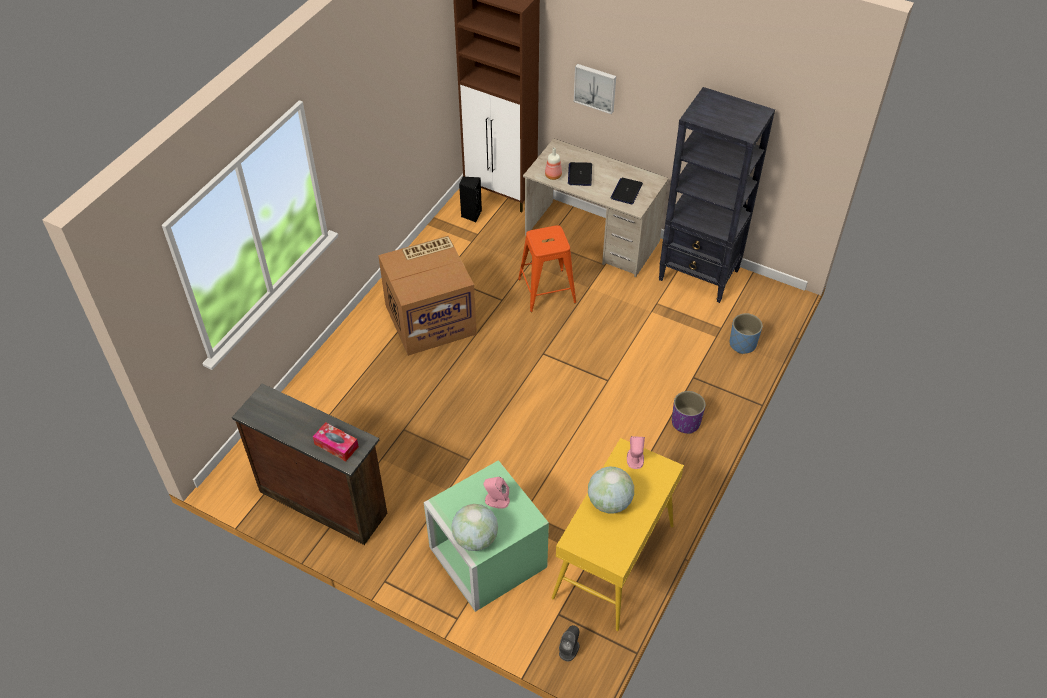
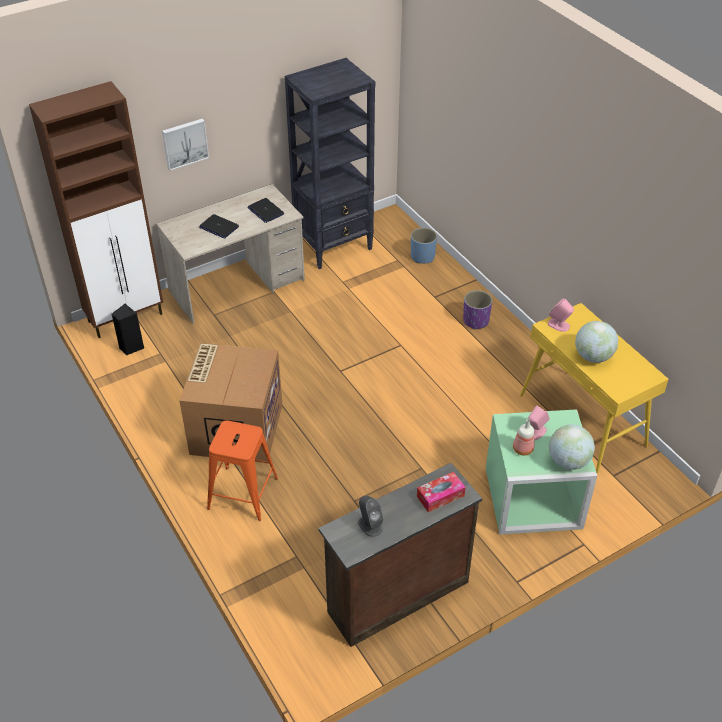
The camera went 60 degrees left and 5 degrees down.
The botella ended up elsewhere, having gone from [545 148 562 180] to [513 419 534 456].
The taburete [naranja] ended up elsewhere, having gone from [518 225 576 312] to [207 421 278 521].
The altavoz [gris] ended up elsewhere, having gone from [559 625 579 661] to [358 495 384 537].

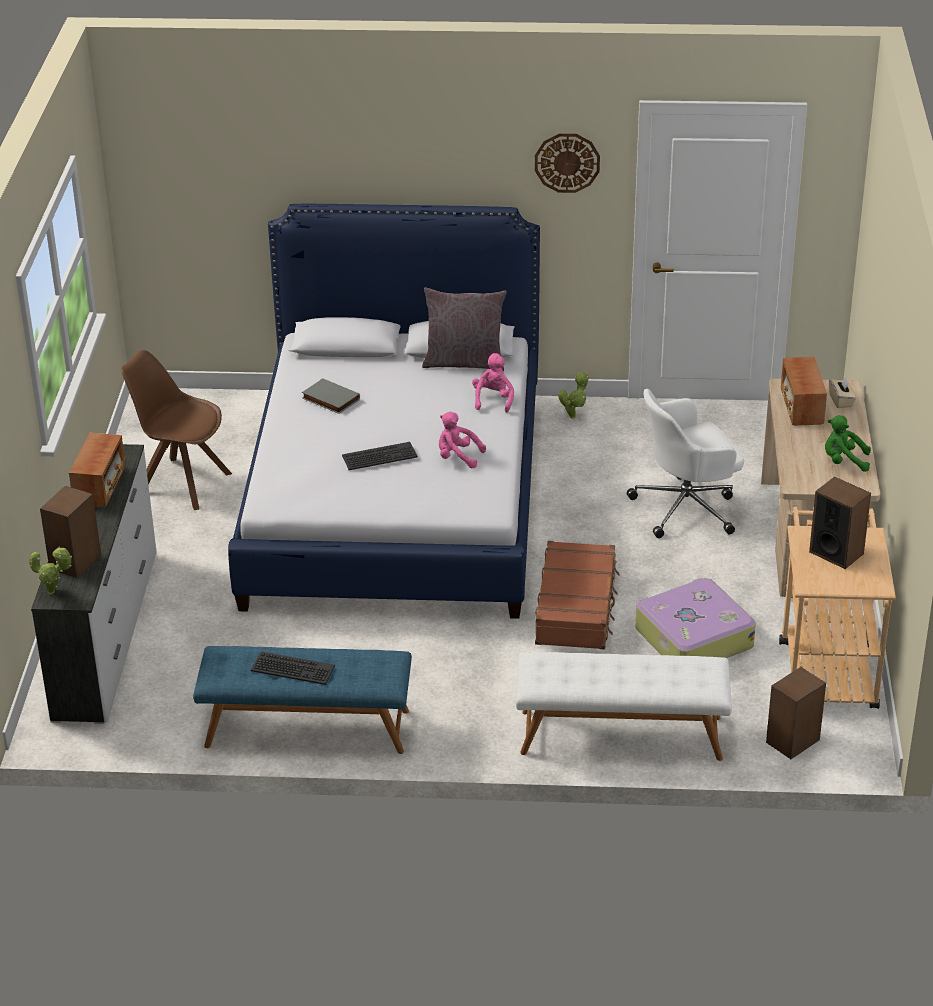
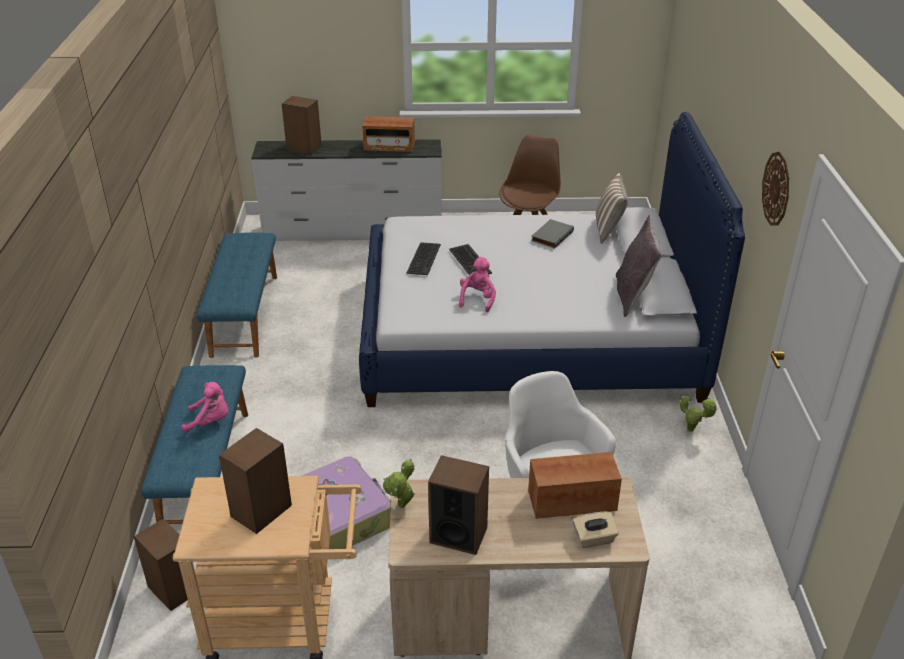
The camera went 85 degrees right and 0 degrees up.
The peluche [rosa] ended up elsewhere, having gone from [472 353 514 413] to [182 382 228 433].
Where the peluche [verde] stood at [825 415 871 472], the altavoz came to stand at [428 455 489 555].
The second view lost the maleta [marrón] at [535 541 620 649].
The planta en maceta ended up elsewhere, having gone from [29 546 72 594] to [383 459 416 508].
The teclado ended up elsewhere, having gone from [251 651 335 685] to [407 242 441 275].
What was the banco [blanco] at [516 652 732 761] turned into the banco [azul] at [141 365 248 524].
The second view gained the cojín at [596 173 628 244].

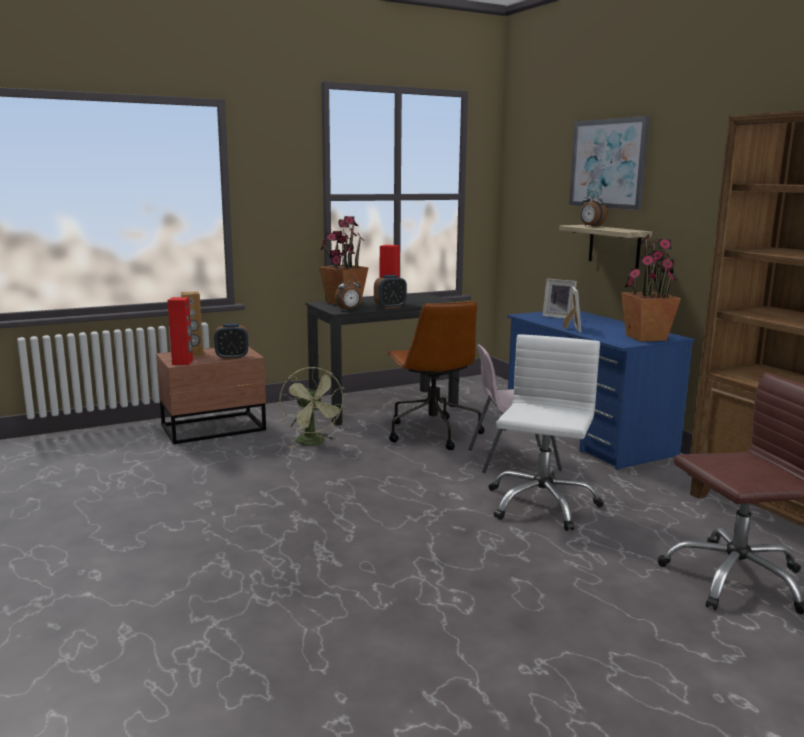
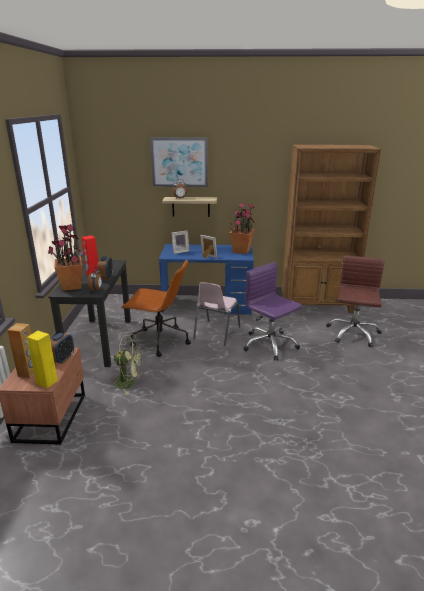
The camera went 60 degrees left and 10 degrees up.
What was the altavoz [rojo] at [168 297 193 365] turned into the altavoz [amarillo] at [27 331 58 388].
What was the silla de oficina [blanco] at [489 334 604 531] turned into the silla de oficina [morado] at [243 262 302 361].

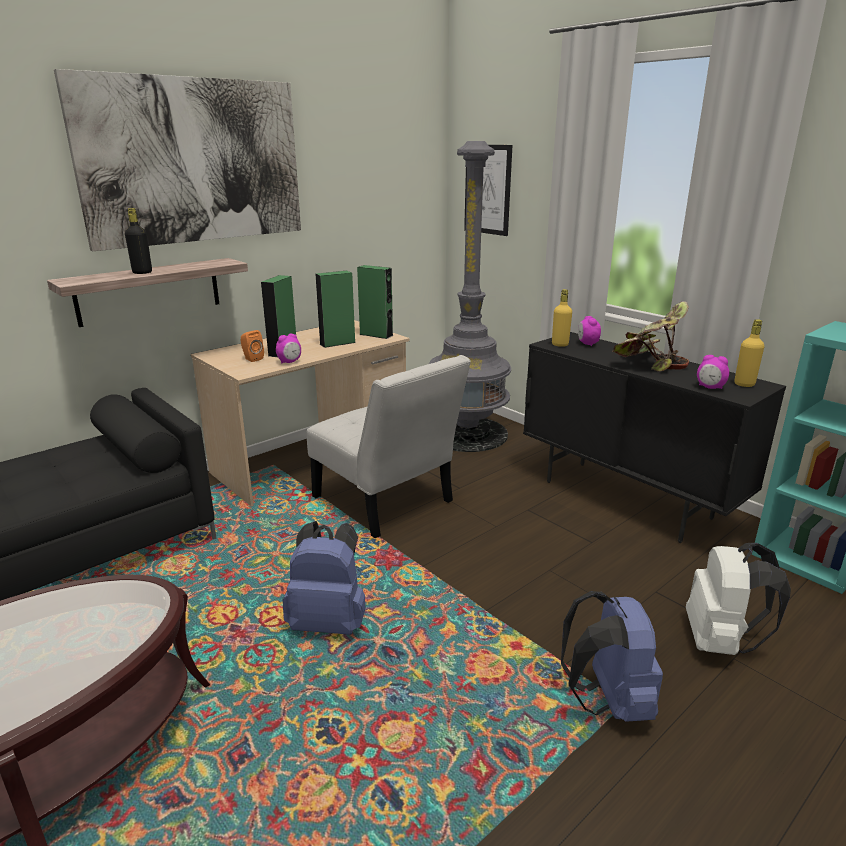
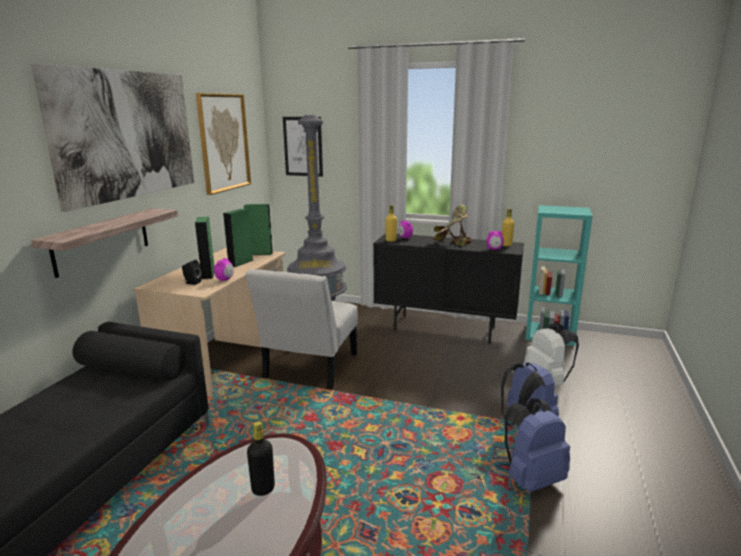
The camera went 30 degrees left and 5 degrees down.
The botella [negro] ended up elsewhere, having gone from [125 208 152 274] to [247 422 275 496].
What was the altavoz [naranja] at [241 330 264 362] turned into the altavoz [negro] at [182 260 202 285].
The silla [blanco] at [307 355 471 538] ended up facing another way, 90 degrees clockwise from before.
The mochila [azul] ended up elsewhere, having gone from [282 521 366 635] to [505 398 570 492].
The second view gained the cuadro at [196 93 251 195].

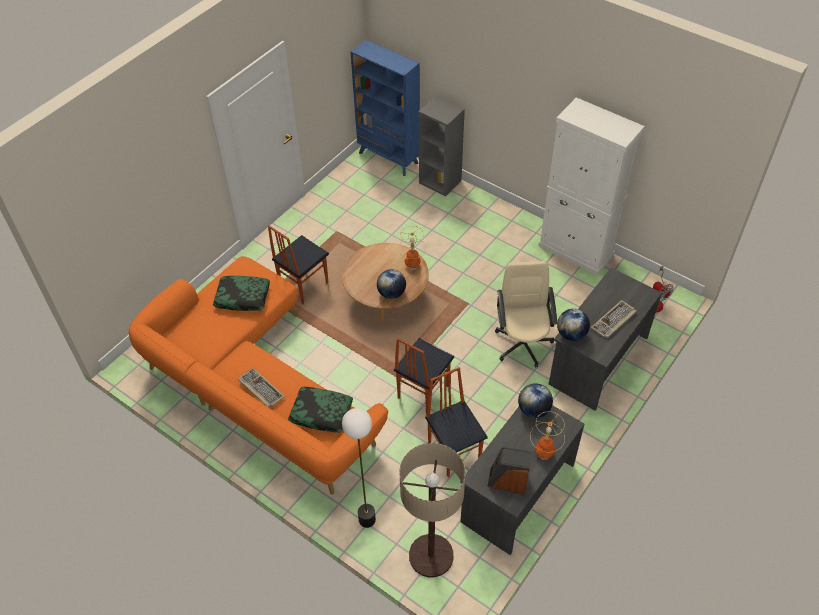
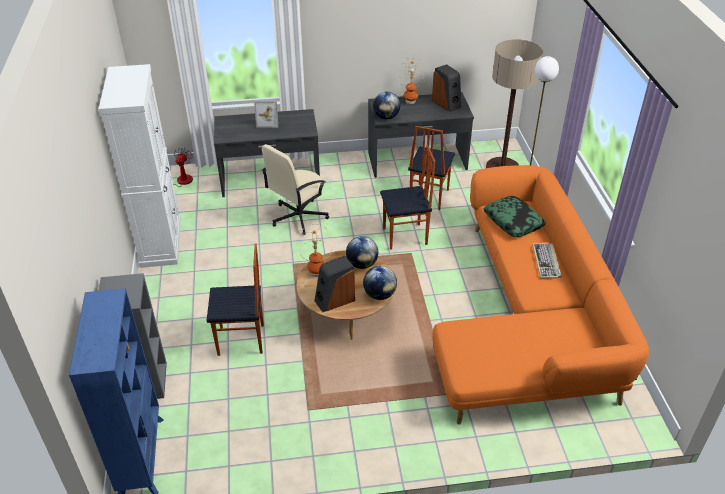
The camera went 135 degrees left and 10 degrees down.
The silla ended up elsewhere, having gone from [268 225 329 304] to [206 243 264 356].
The second view lost the cojín at [213 276 270 311].
Where the teclado stood at [591 300 637 338], the portarretratos came to stand at [254 101 278 128].
The globo terráqueo ended up elsewhere, having gone from [557 309 590 341] to [363 266 397 300].
The second view gained the altavoz at [314 256 355 312].

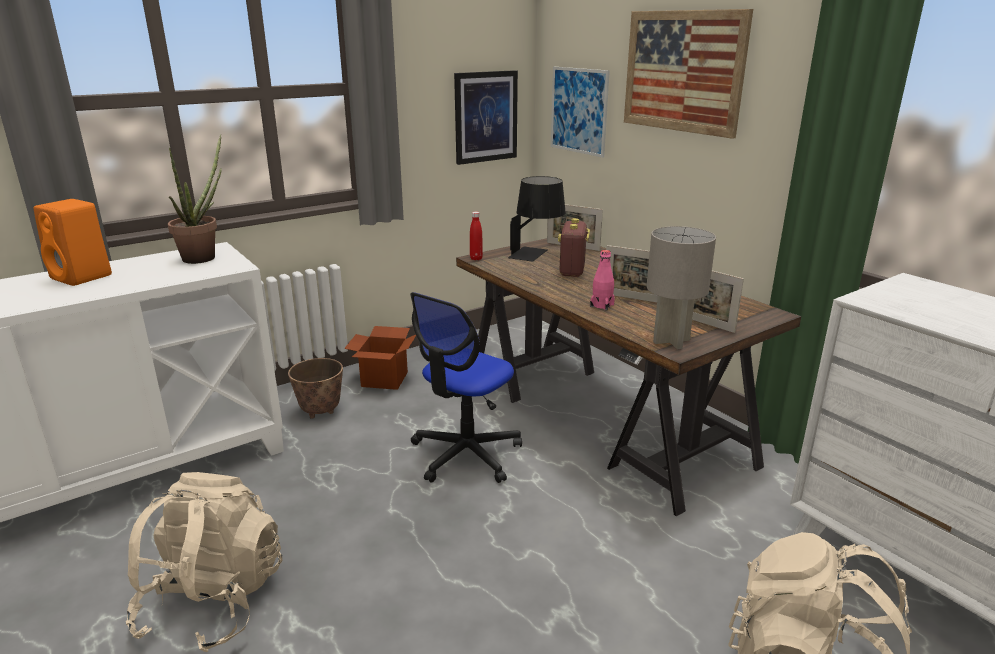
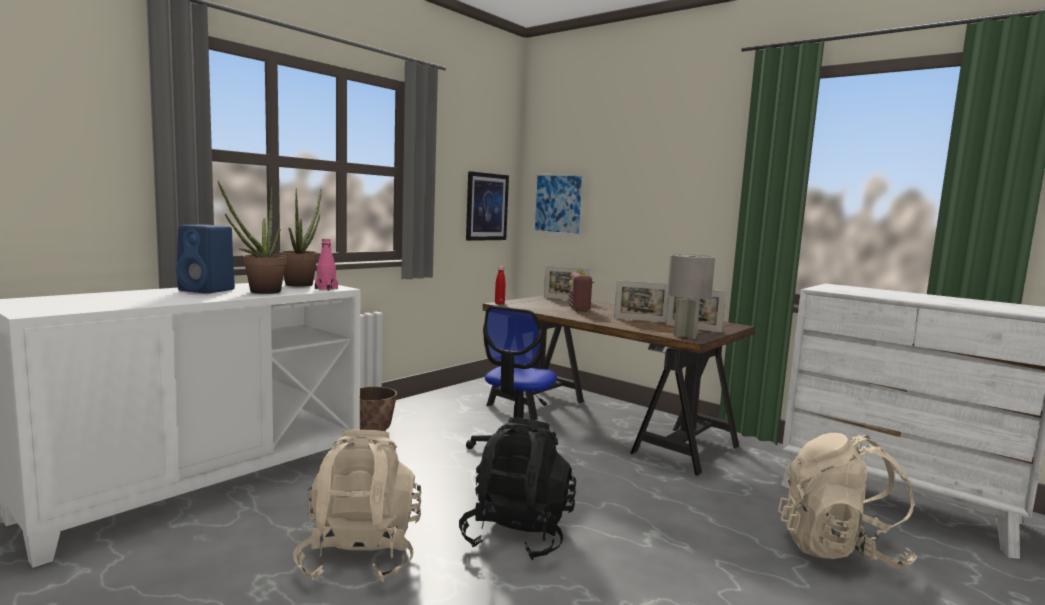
The camera went 15 degrees left and 15 degrees down.
The second view lost the cuadro at [624 9 753 139].
The second view lost the lámpara de mesa [negro] at [508 176 566 262].
What was the altavoz [naranja] at [34 199 112 286] turned into the altavoz [azul] at [176 224 235 294].
The botella [rosa] ended up elsewhere, having gone from [590 250 615 311] to [315 239 338 291].
The second view lost the caja de cartón at [344 326 416 390].
The second view gained the planta en maceta at [218 181 287 294].
The second view gained the mochila [negro] at [459 417 576 560].

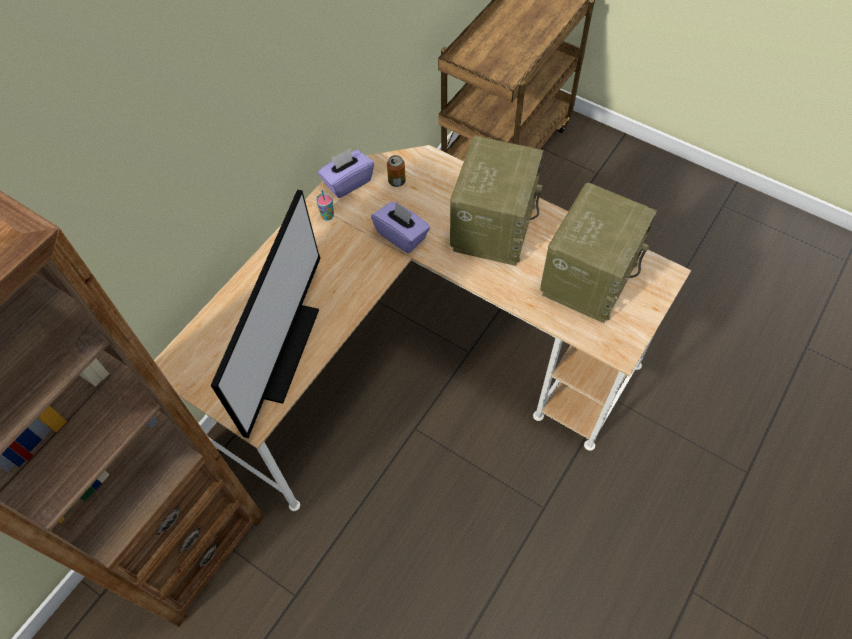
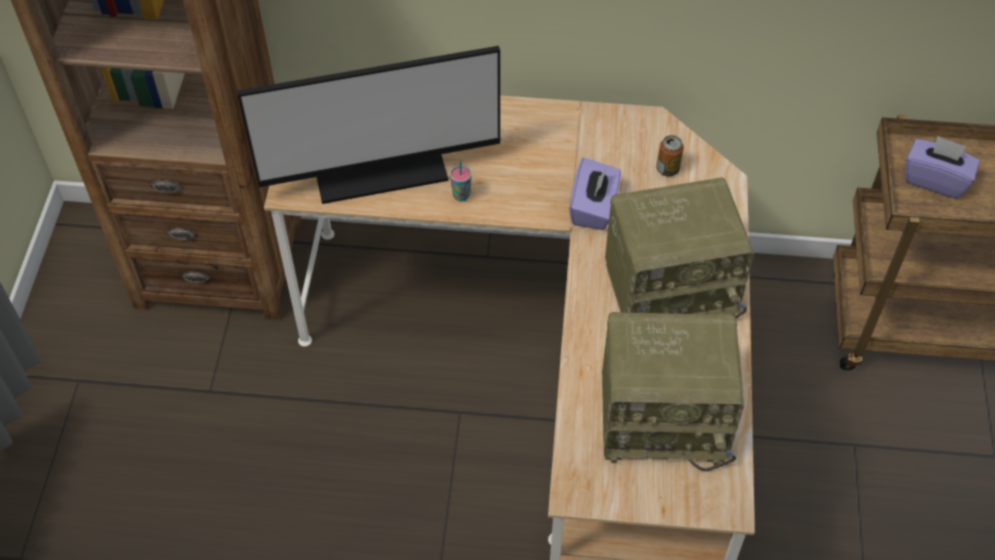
The camera went 60 degrees right and 5 degrees down.
The caja de pañuelos [morado] ended up elsewhere, having gone from [318 148 374 198] to [906 136 980 199].
The taza ended up elsewhere, having gone from [316 190 334 221] to [450 161 472 202].

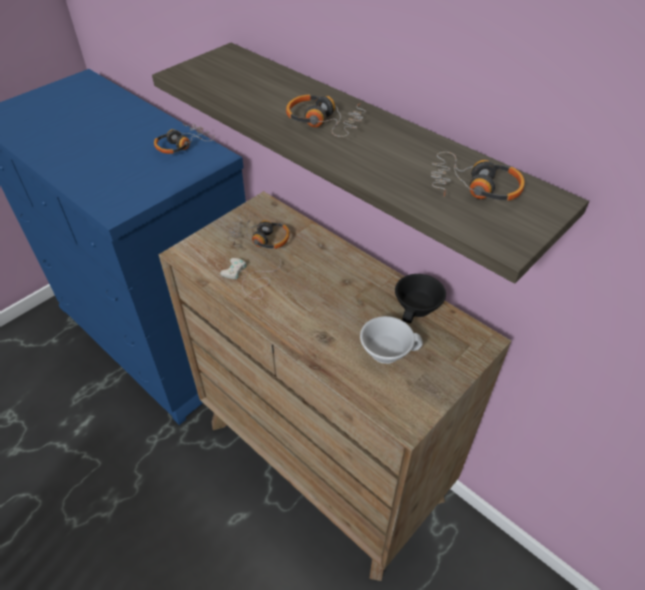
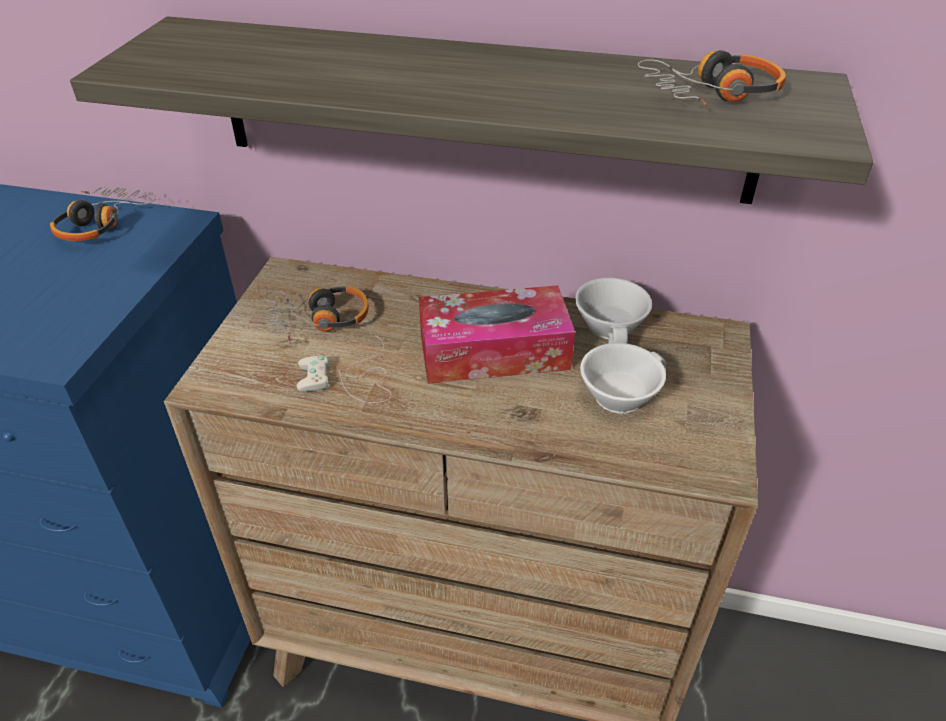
The camera went 30 degrees left and 5 degrees down.
The second view lost the auriculares at [286 95 366 137].
What was the taza [negro] at [395 274 446 323] turned into the taza [blanco] at [575 278 652 344].
The second view gained the caja de pañuelos at [419 285 575 384].

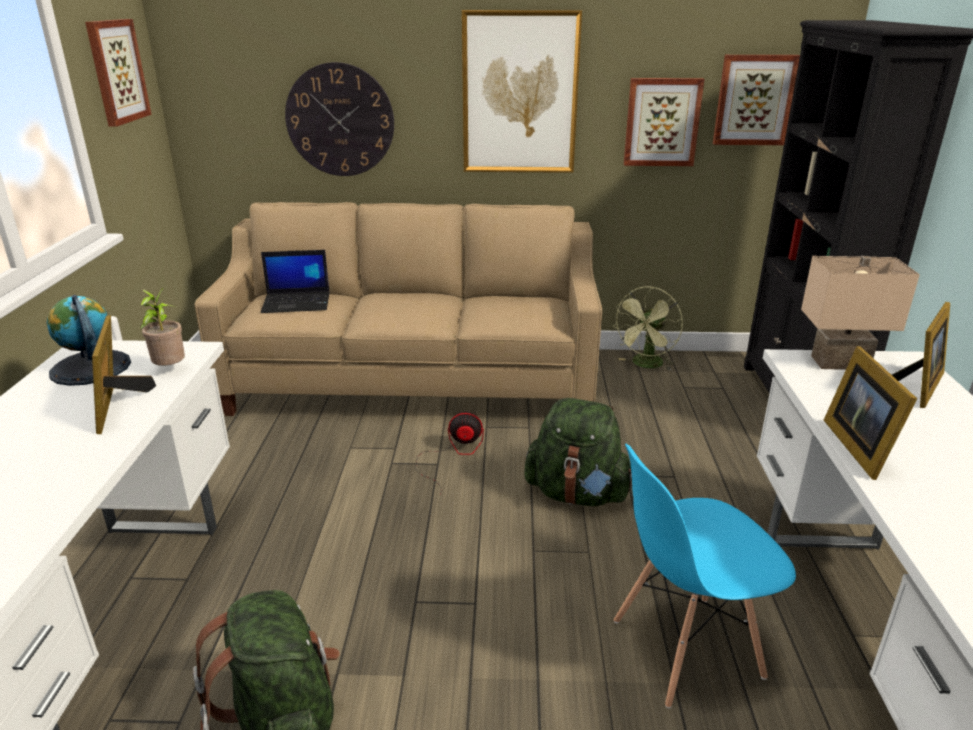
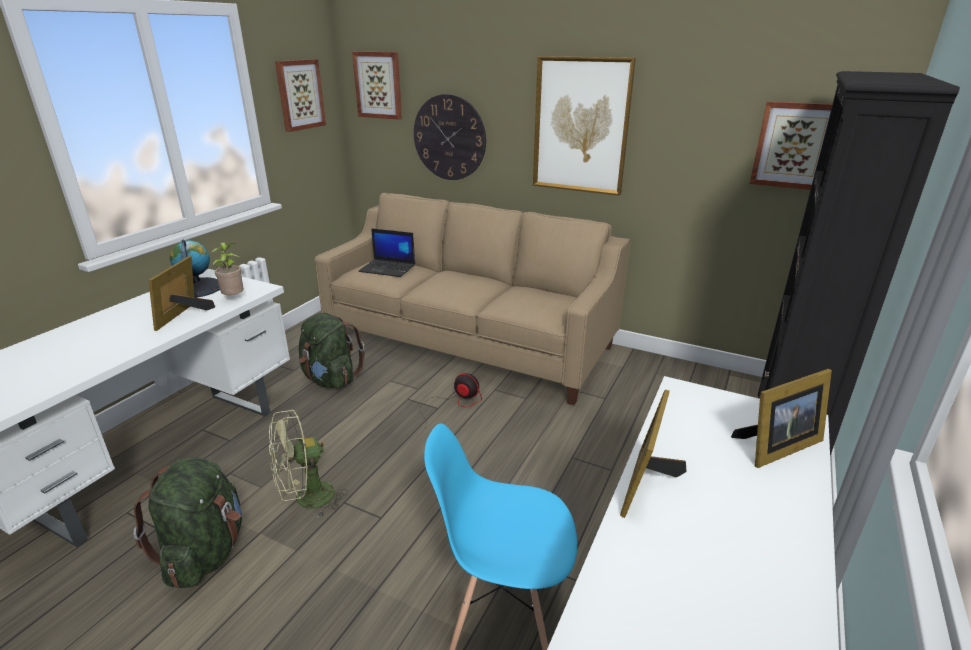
The camera went 25 degrees right and 0 degrees up.
The cuadro ended up elsewhere, having gone from [624 78 704 166] to [352 52 402 120].
The second view lost the lámpara de mesa [beis] at [801 256 920 370].
The ventilador [verde] ended up elsewhere, having gone from [612 286 683 371] to [269 409 348 518].
The mochila [verde] ended up elsewhere, having gone from [524 398 632 506] to [299 313 365 389].

